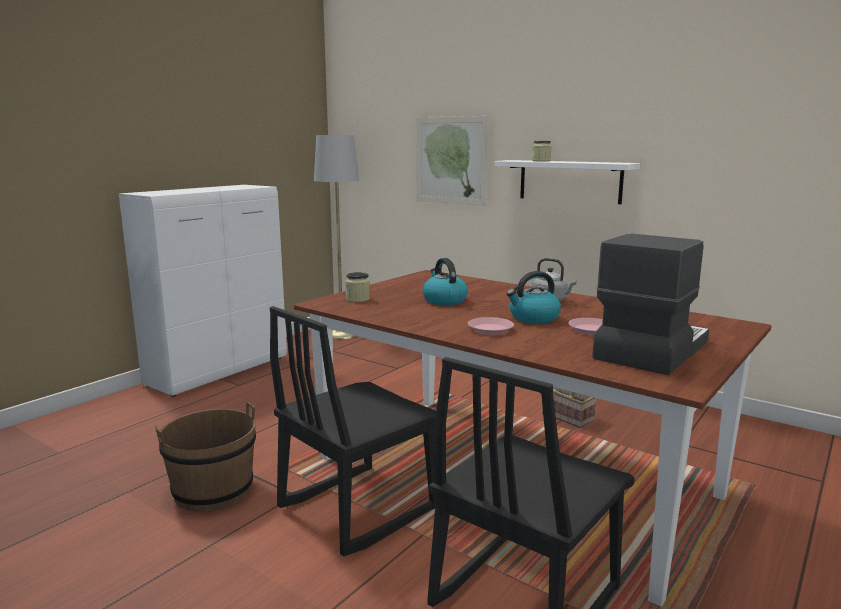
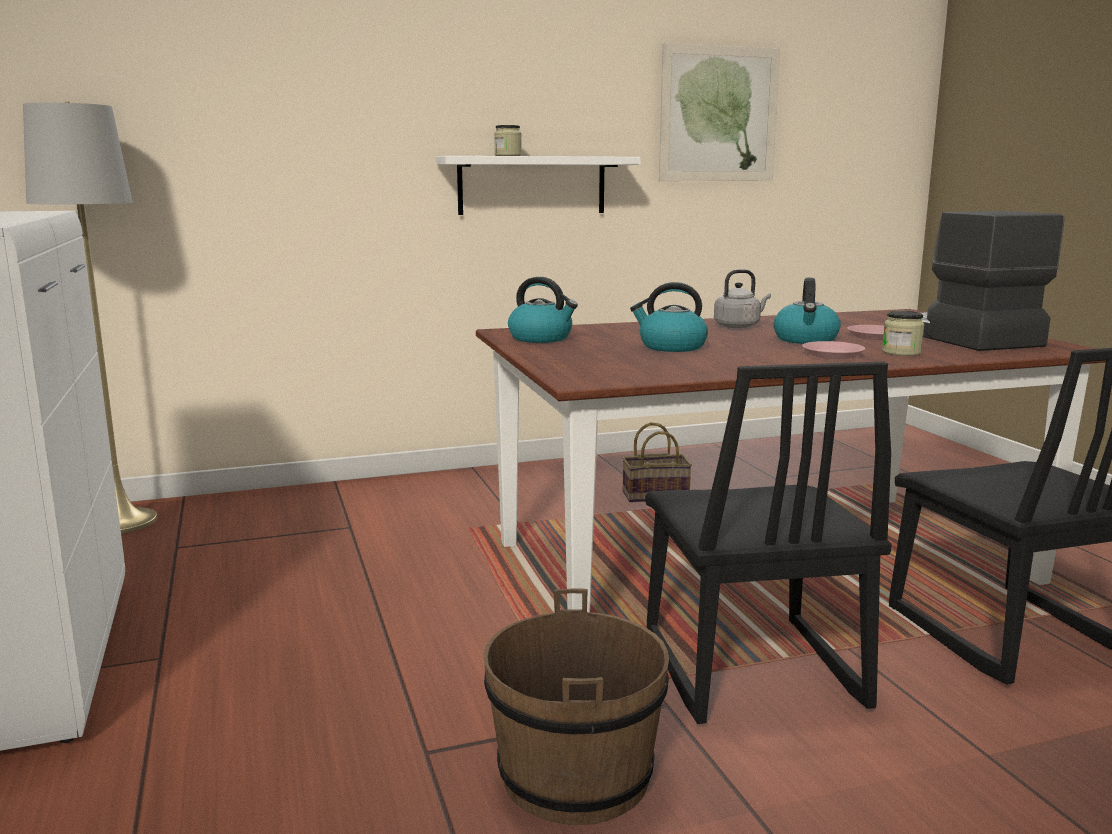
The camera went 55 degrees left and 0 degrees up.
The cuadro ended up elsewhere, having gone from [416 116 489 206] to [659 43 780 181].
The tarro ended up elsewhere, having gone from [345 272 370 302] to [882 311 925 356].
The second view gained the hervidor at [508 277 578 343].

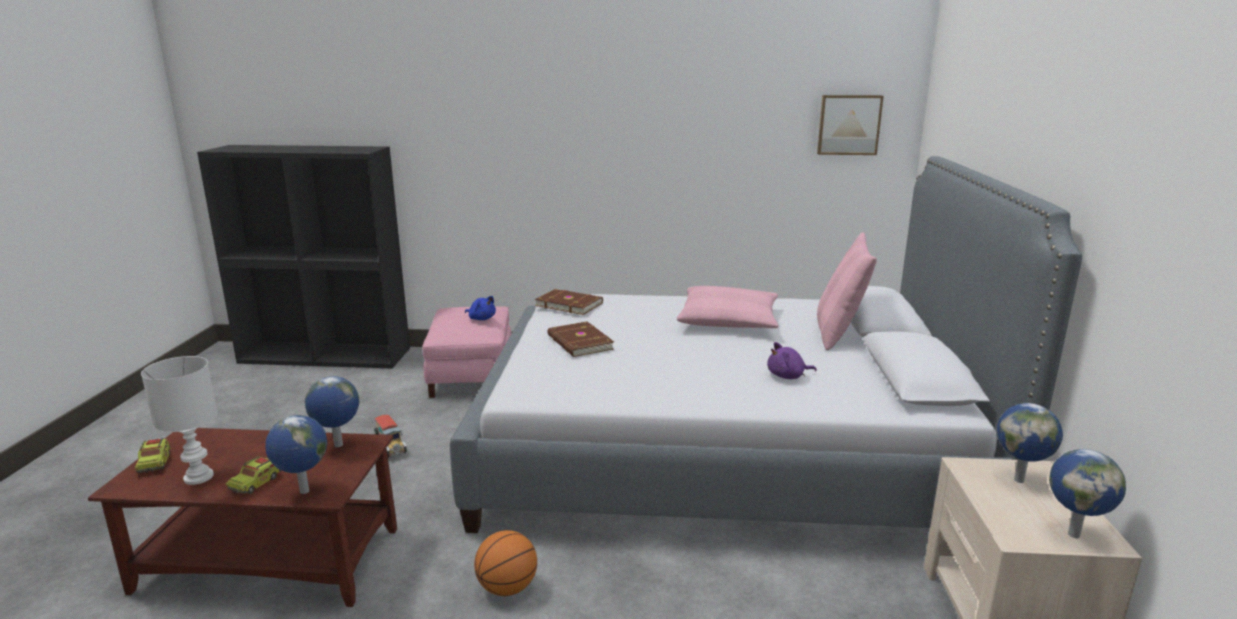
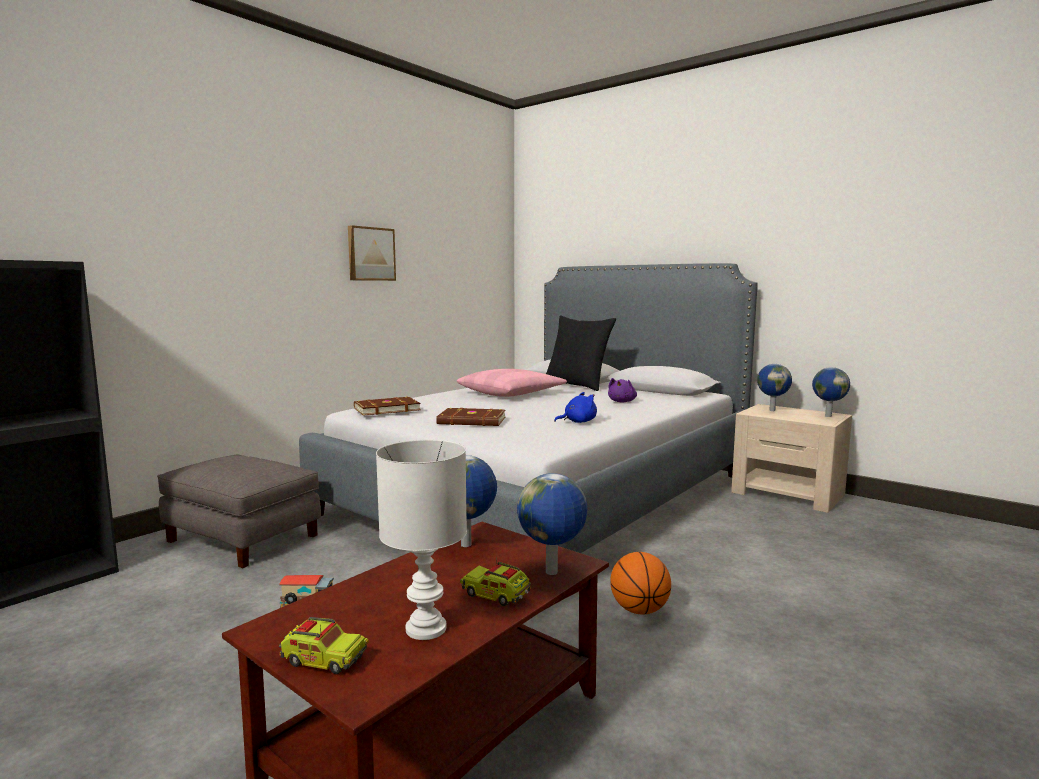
The camera went 55 degrees left and 10 degrees down.
The cuadro ended up elsewhere, having gone from [817 95 883 155] to [348 225 396 281].
What was the cojín [rosa] at [817 232 877 350] turned into the cojín [negro] at [546 315 616 391].
The peluche [azul] ended up elsewhere, having gone from [465 296 496 320] to [554 392 597 423].
What was the puf [rosa] at [422 306 512 398] turned into the puf [gris] at [157 455 321 568].
The camión de juguete at [225 456 281 494] ended up facing another way, 150 degrees clockwise from before.

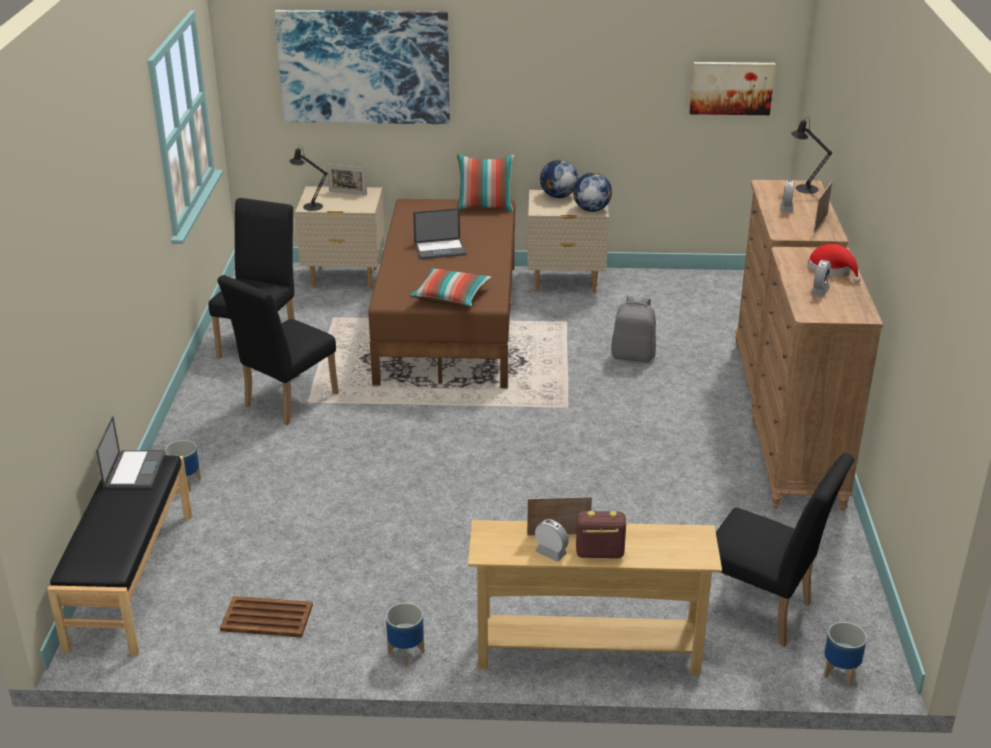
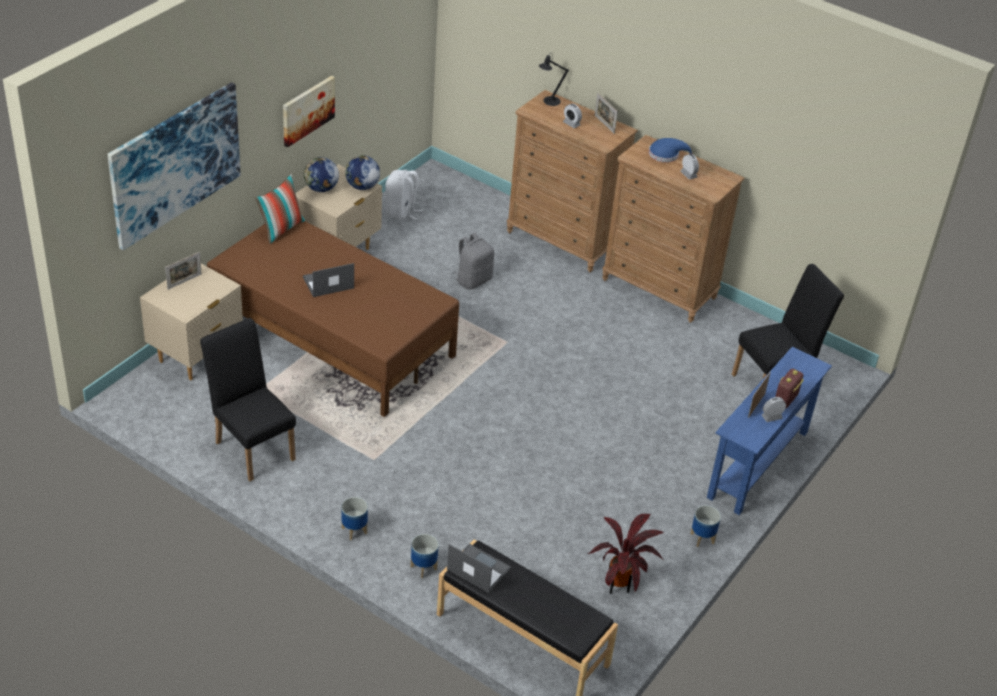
The camera went 60 degrees left and 10 degrees up.
The cuadro ended up elsewhere, having gone from [689 62 776 115] to [283 76 335 147].
The second view lost the lámpara de mesa [negro] at [289 146 328 211].
The portátil at [413 208 467 260] ended up facing another way, 135 degrees counterclockwise from before.
What was the sombrero [rojo] at [808 244 860 283] turned into the sombrero [azul] at [649 138 692 162].
The second view lost the cojín at [410 268 492 307].
The second view lost the silla [negro] at [217 275 339 425].
What was the mesa consola [beis] at [468 520 722 675] turned into the mesa consola [azul] at [707 347 832 515].
Where the bandeja [marrón] stood at [220 596 313 637], the planta en maceta came to stand at [588 514 664 594].
The maceta ended up elsewhere, having gone from [824 622 867 686] to [341 497 368 540].
The second view gained the mochila [blanco] at [385 170 422 220].

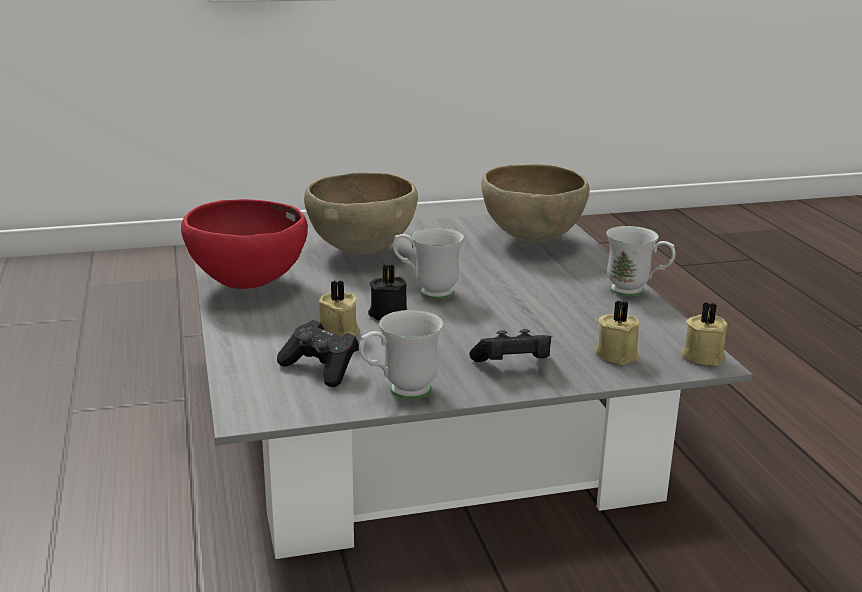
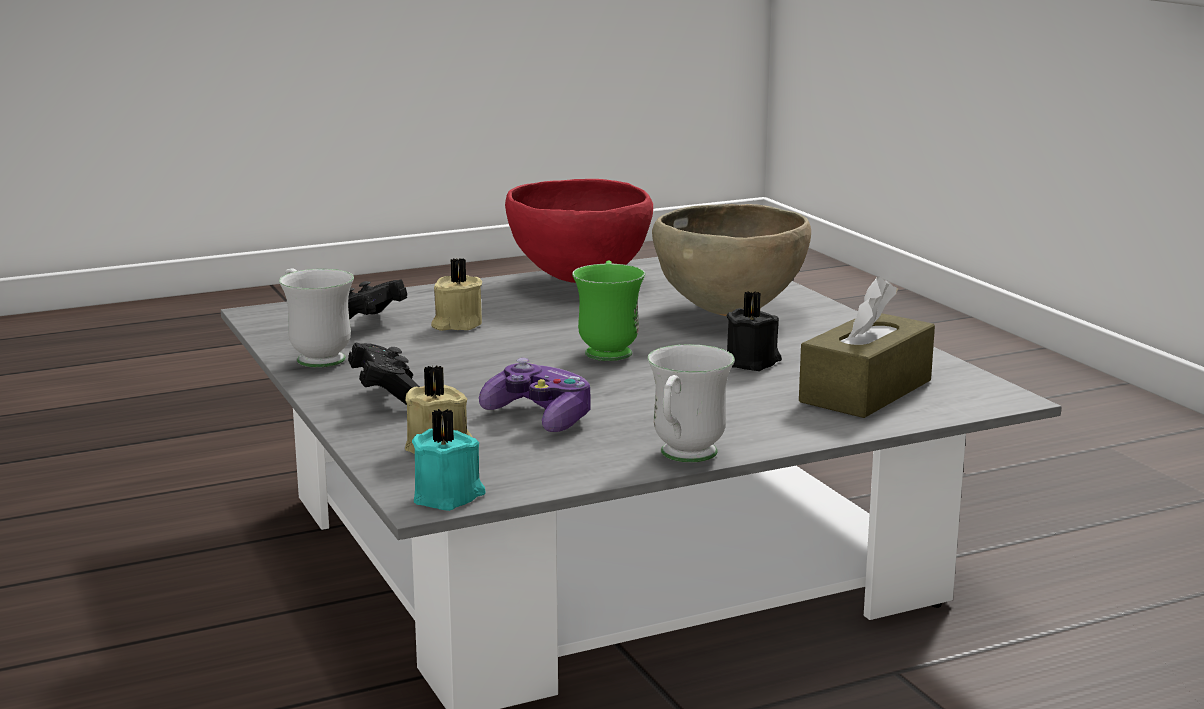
The camera went 80 degrees right and 5 degrees down.
Where the cuenco [marrón] stood at [481 164 590 243], the caja de pañuelos [marrón] came to stand at [799 276 935 418].
What was the taza grande [blanco] at [393 228 464 299] turned into the taza grande [verde] at [572 260 645 361].
The vela [negro] ended up elsewhere, having gone from [368 264 407 321] to [727 291 782 371].
What was the vela [beis] at [681 302 728 366] turned into the vela [turquesa] at [412 409 485 511].
The second view gained the mando de consola at [479 358 591 432].

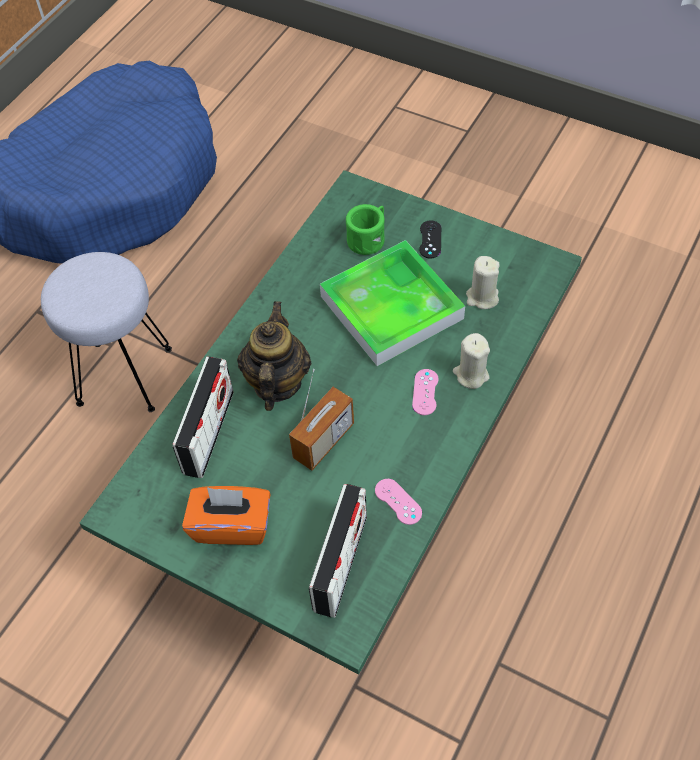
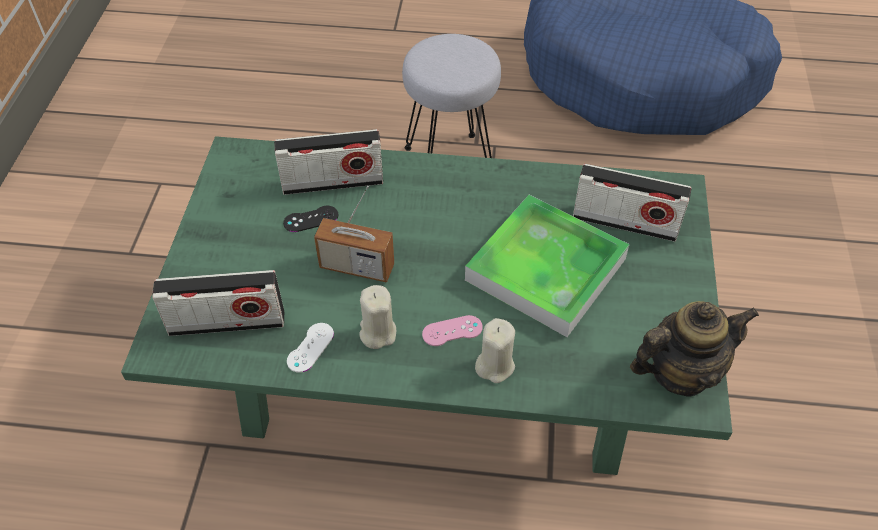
The camera went 65 degrees right and 5 degrees down.
Where the taza grande [verde] stood at [346 204 385 255], the radio came to stand at [573 164 691 242].
The mando de consola [negro] ended up elsewhere, having gone from [419 220 441 259] to [283 206 339 232].
The vela [beis] ended up elsewhere, having gone from [466 256 500 309] to [359 285 396 349].
The tetera ended up elsewhere, having gone from [237 301 311 411] to [630 301 759 397].
What was the mando de consola [rosa] at [375 479 422 525] turned into the mando de consola [blanco] at [287 323 334 373].
The second view lost the caja de pañuelos [naranja] at [182 486 270 545].

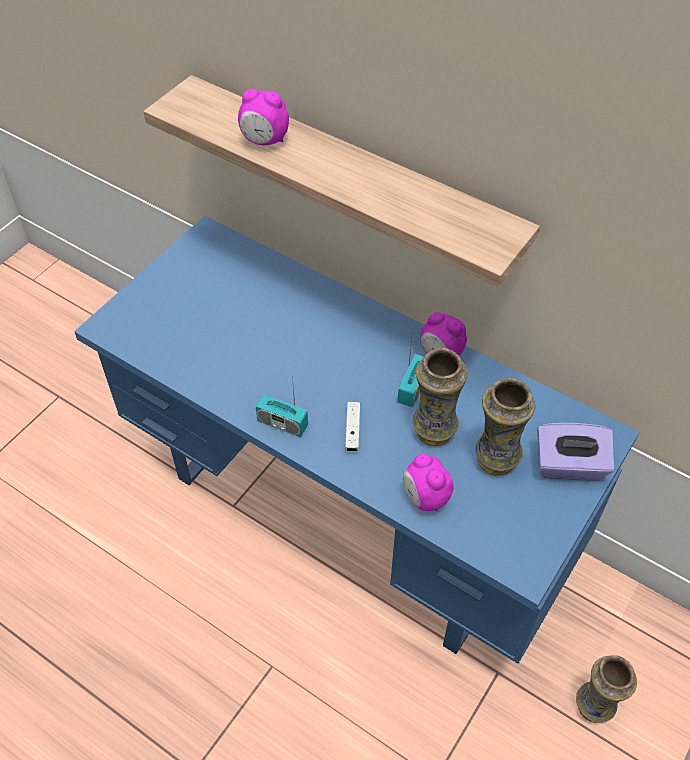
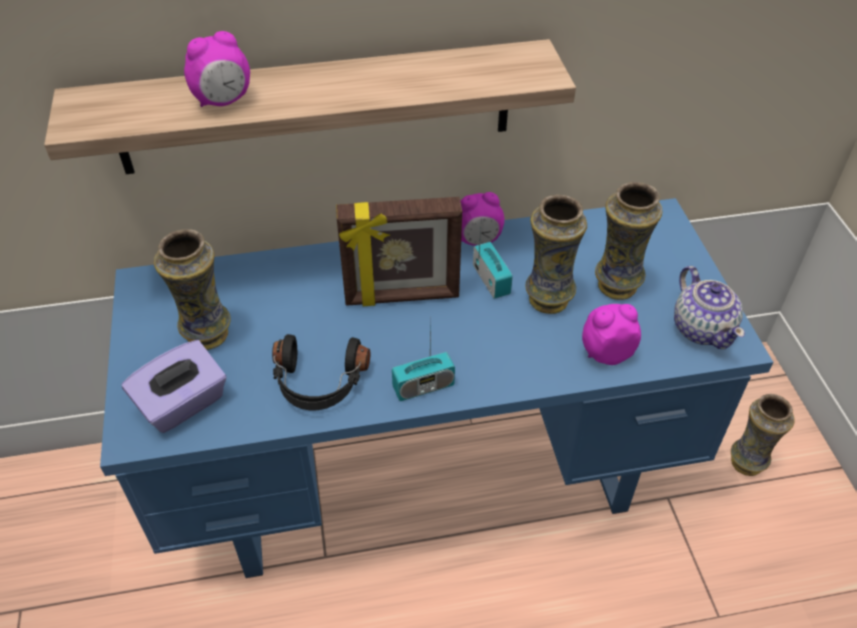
The camera went 45 degrees left and 5 degrees down.
The second view lost the mando de consola [blanco] at [345 402 360 452].
The caja de pañuelos [morado] ended up elsewhere, having gone from [537 423 614 481] to [122 340 227 433].
The despertador at [403 454 453 511] ended up facing another way, 150 degrees clockwise from before.
The second view gained the portarretratos at [336 197 462 306].
The second view gained the florero at [154 229 231 350].
The second view gained the tetera at [674 266 745 349].
The second view gained the auriculares [negro] at [272 334 370 411].

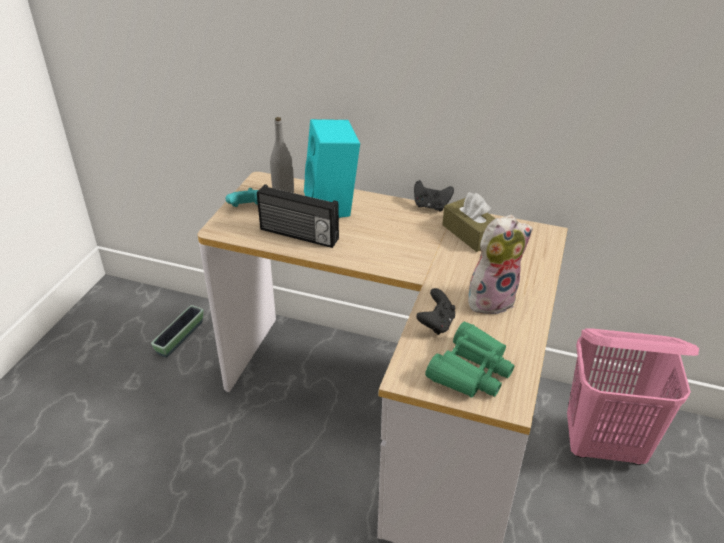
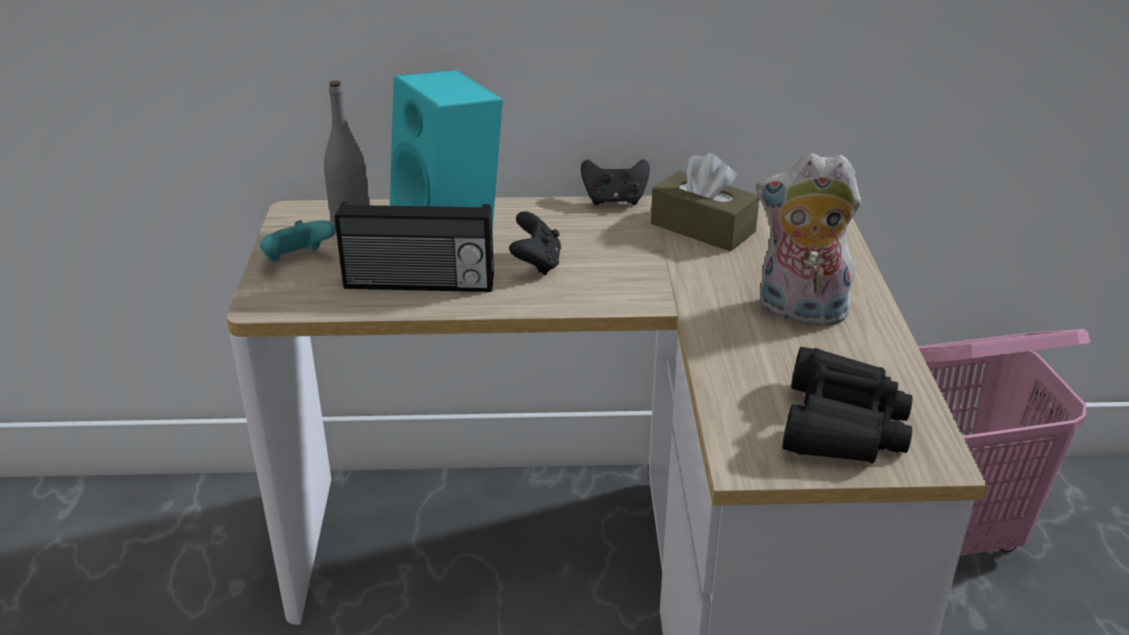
The camera went 20 degrees left and 5 degrees down.
The peluche at [468 215 533 314] ended up facing another way, 120 degrees counterclockwise from before.
The mando de consola [negro] ended up elsewhere, having gone from [416 288 455 335] to [509 211 561 275].
The second view lost the maceta at [151 305 204 358].
What was the prismáticos [verde] at [425 321 515 398] turned into the prismáticos [negro] at [782 347 913 464].

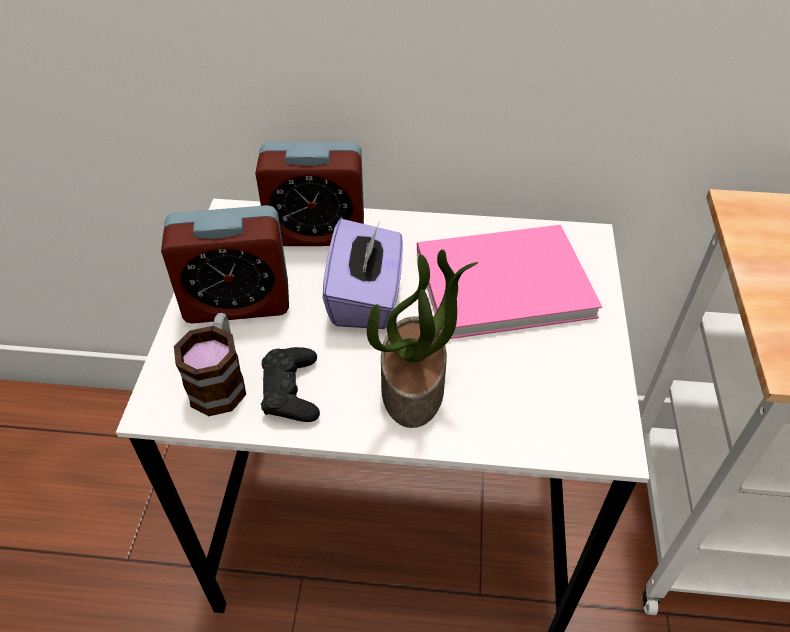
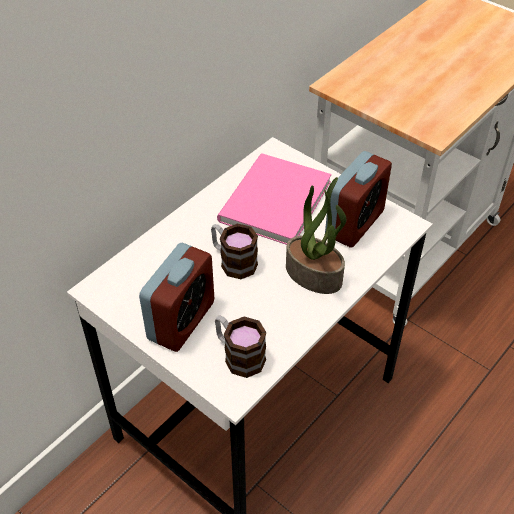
The camera went 55 degrees left and 0 degrees up.
The despertador ended up elsewhere, having gone from [255 142 364 246] to [325 151 392 248].
Where the caja de pañuelos [morado] stood at [323 219 403 329], the taza grande came to stand at [211 224 258 279].
The second view lost the mando de consola [negro] at [261 347 320 422].

